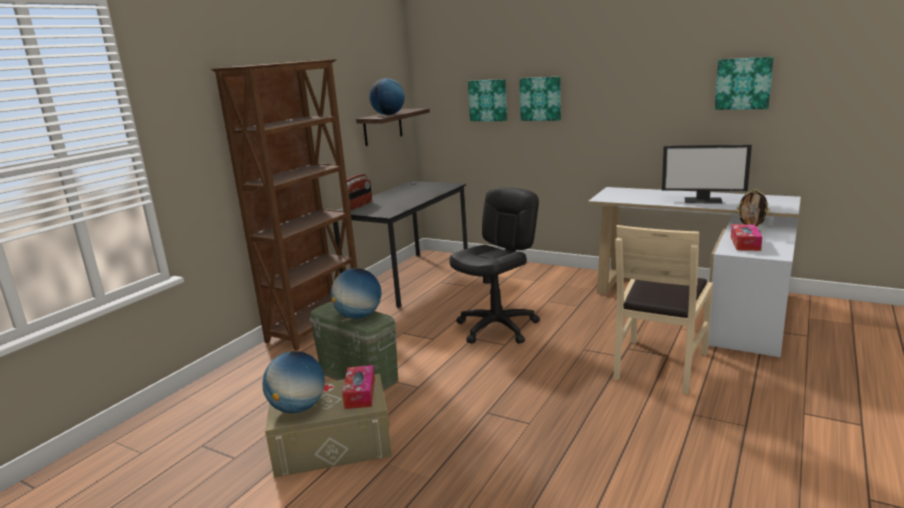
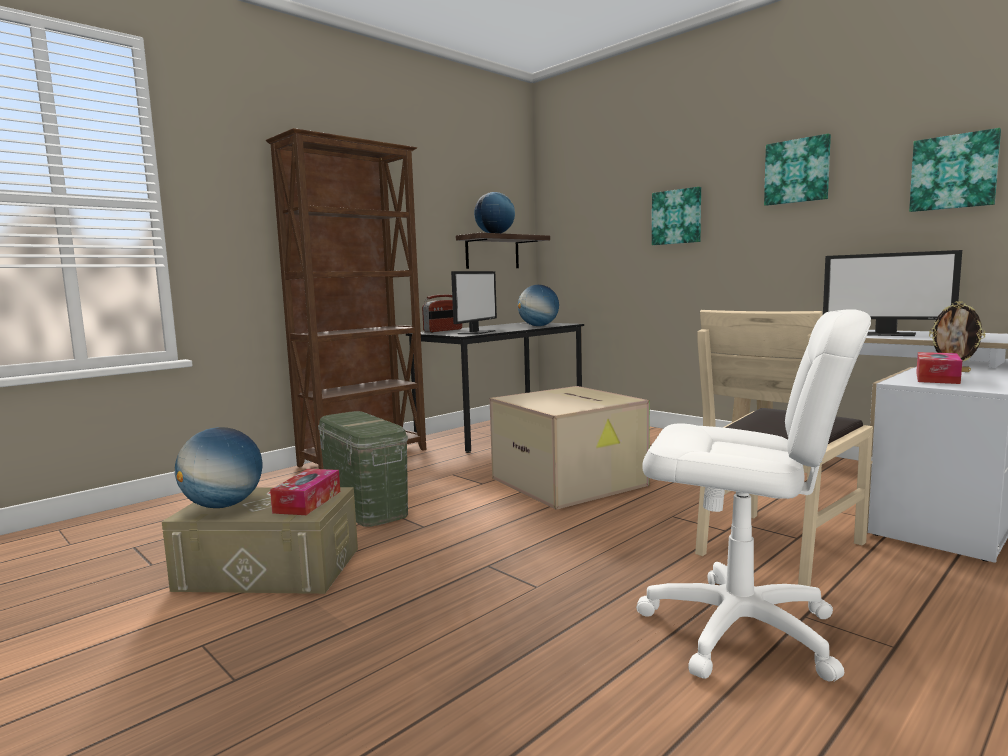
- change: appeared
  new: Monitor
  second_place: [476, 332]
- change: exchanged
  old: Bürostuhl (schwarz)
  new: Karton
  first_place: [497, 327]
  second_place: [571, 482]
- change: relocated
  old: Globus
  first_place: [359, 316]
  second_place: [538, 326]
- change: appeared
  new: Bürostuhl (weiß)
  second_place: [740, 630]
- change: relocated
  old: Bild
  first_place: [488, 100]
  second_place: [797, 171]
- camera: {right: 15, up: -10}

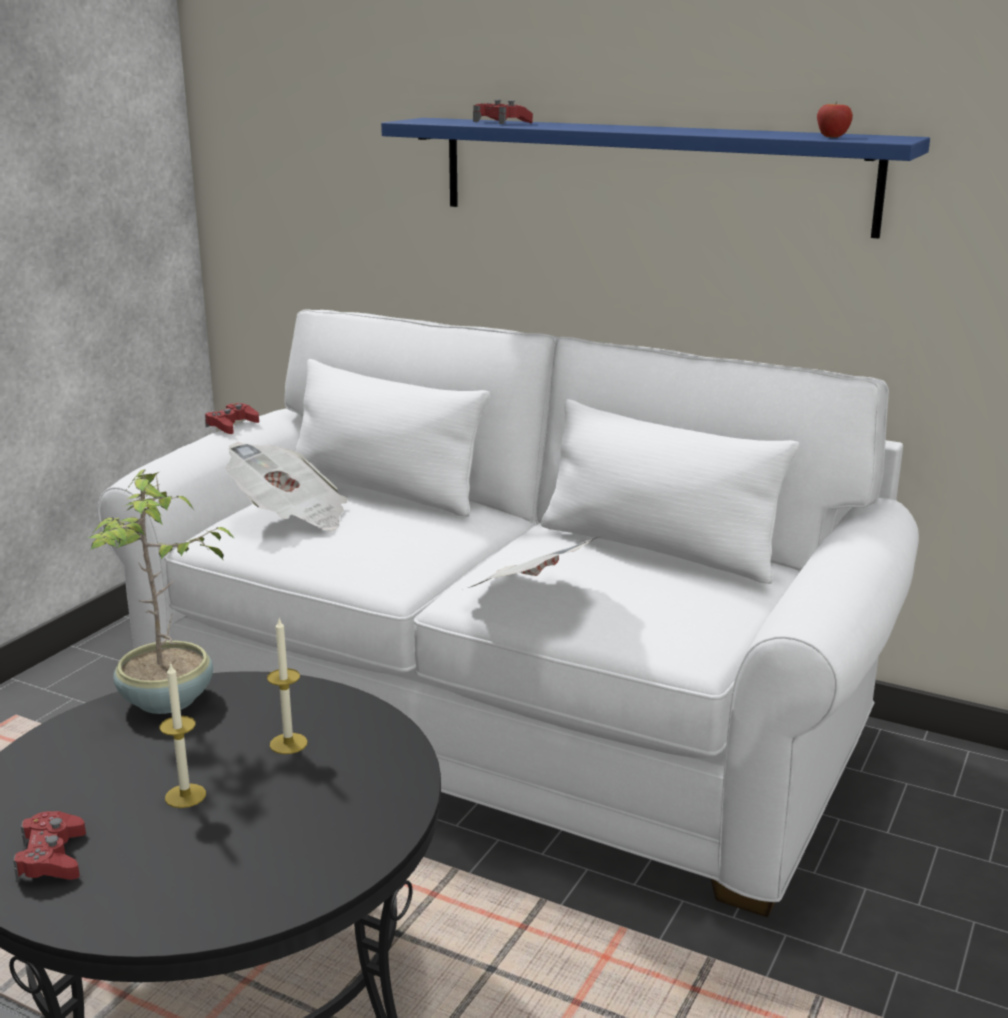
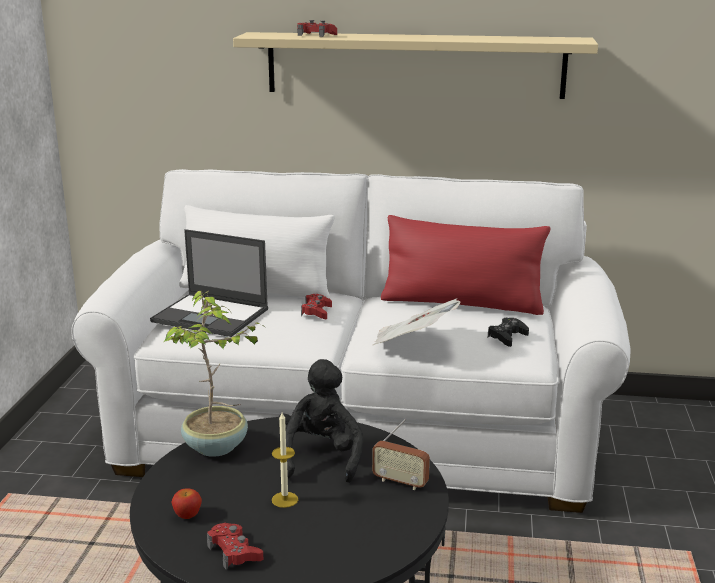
- change: exchanged
  old: Zeitung
  new: Laptop
  first_place: [291, 516]
  second_place: [212, 315]
- change: relocated
  old: Apfel
  first_place: [832, 137]
  second_place: [187, 515]
- change: colour
  old: Wandregal (blau)
  new: Wandregal (beige)
  first_place: [650, 174]
  second_place: [414, 65]
- change: exchanged
  old: Kerze
  new: Plüschtier (schwarz)
  first_place: [288, 743]
  second_place: [320, 457]
- change: relocated
  old: Gamepad (rot)
  first_place: [231, 425]
  second_place: [316, 312]
- change: appeared
  new: Radio
  second_place: [400, 482]
- change: colour
  old: Kissen (weiß)
  new: Kissen (rot)
  first_place: [658, 549]
  second_place: [462, 303]
- change: appeared
  new: Gamepad (schwarz)
  second_place: [507, 337]
- camera: {right: -20, up: 0}

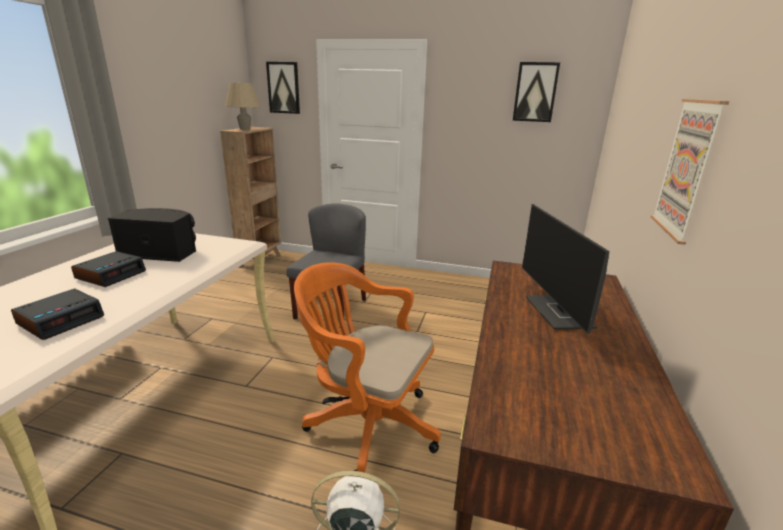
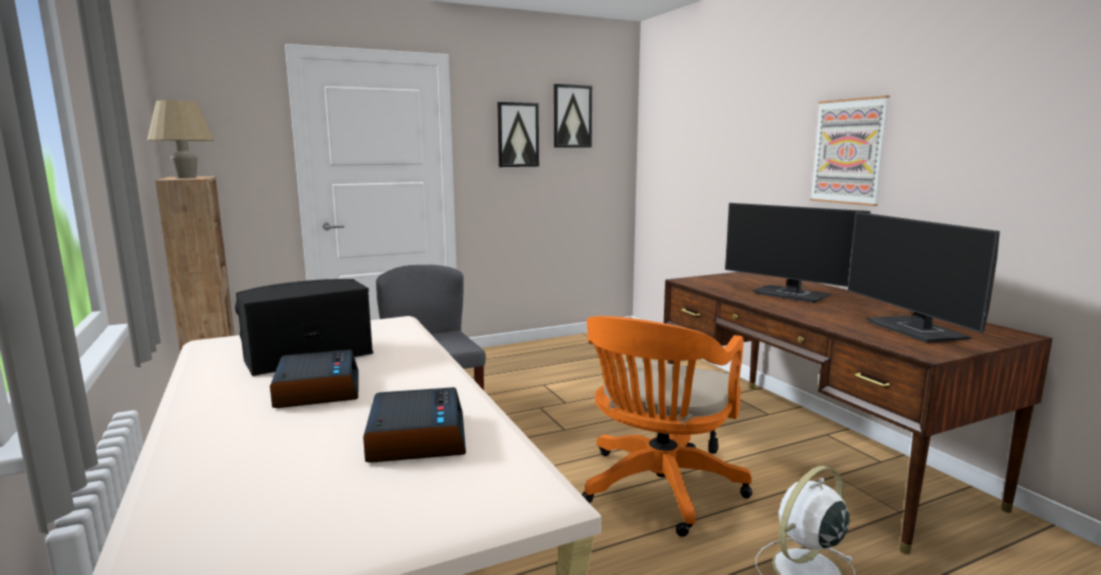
- change: relocated
  old: Bild
  first_place: [283, 88]
  second_place: [517, 135]
- change: spun
  old: Bürostuhl (orange)
  first_place: [366, 423]
  second_place: [658, 490]
  degrees: -45
- change: appeared
  new: Monitor
  second_place: [917, 330]
- camera: {right: -40, up: -10}

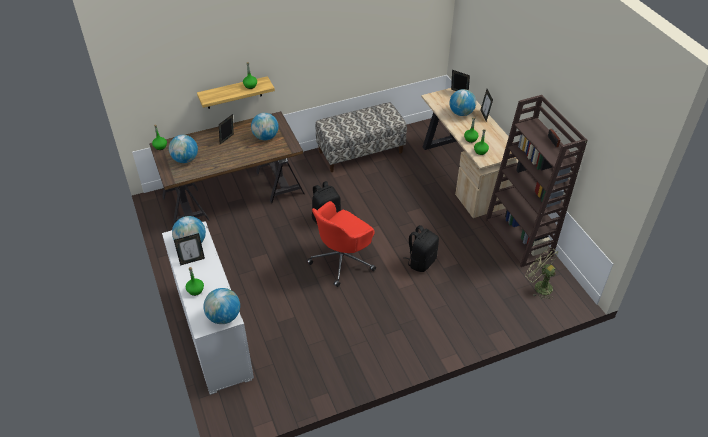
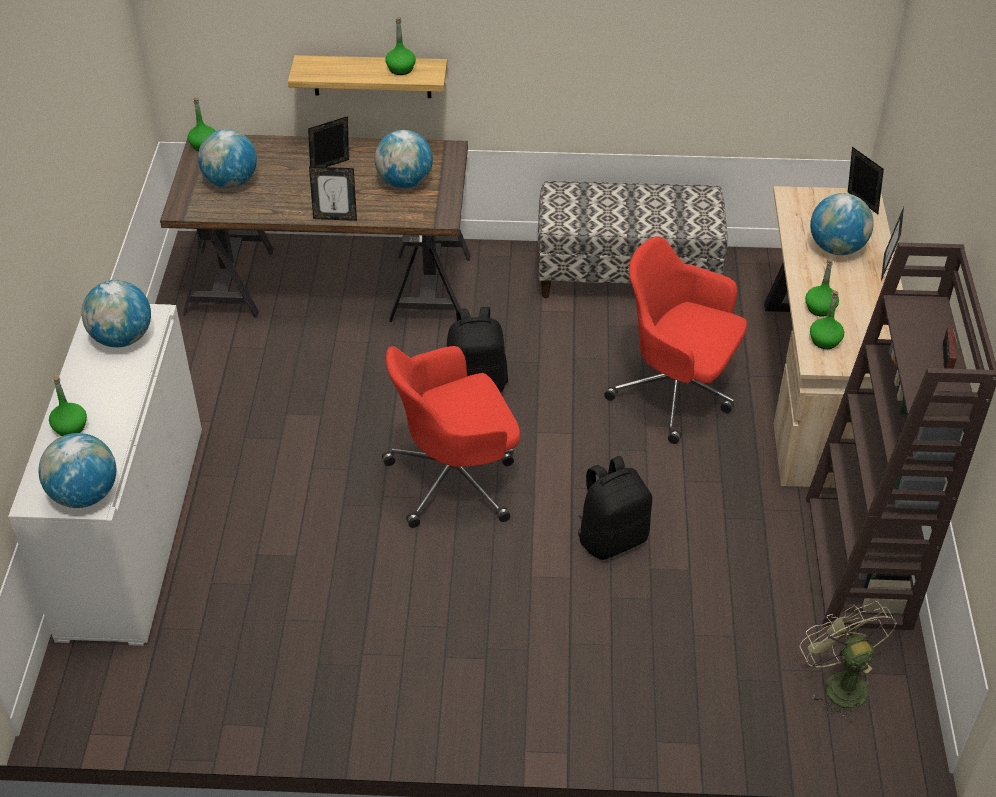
- change: relocated
  old: Bilderrahmen
  first_place: [192, 260]
  second_place: [335, 217]
- change: appeared
  new: Bürostuhl (rot)
  second_place: [676, 393]
- camera: {right: 25, up: 0}

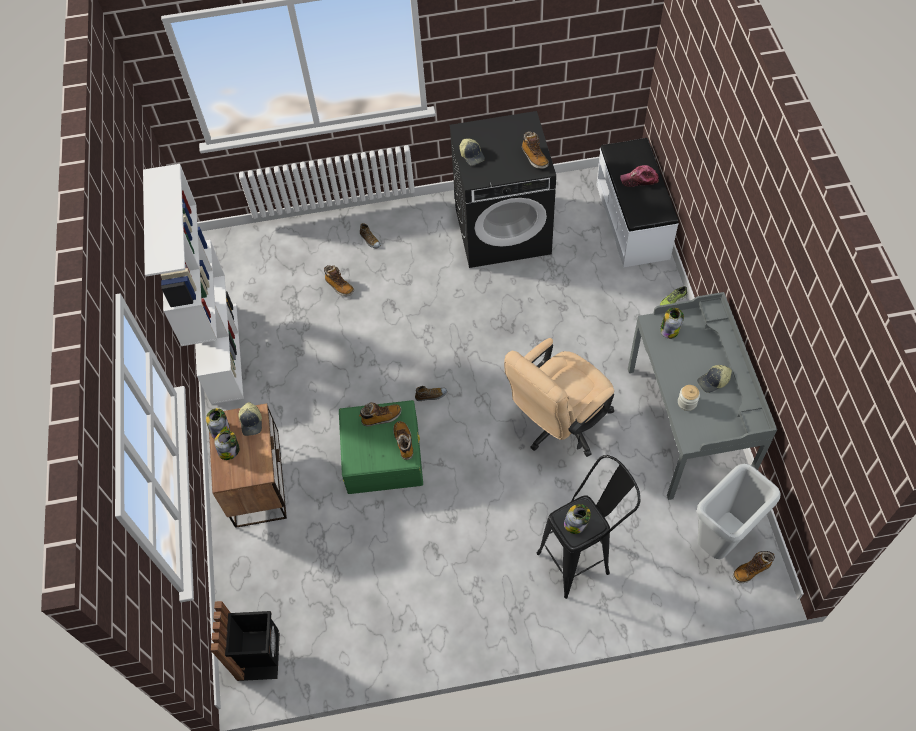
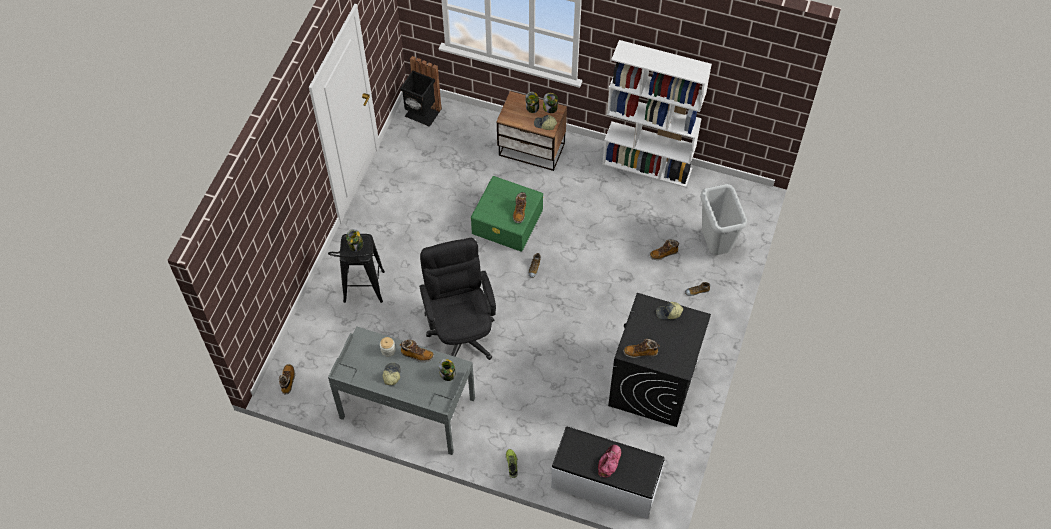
- change: relocated
  old: Stiefel
  first_place: [404, 442]
  second_place: [417, 355]
- change: colour
  old: Bürostuhl (beige)
  new: Bürostuhl (schwarz)
  first_place: [558, 425]
  second_place: [461, 330]
- change: relocated
  old: Mülleimer (grau)
  first_place: [719, 540]
  second_place: [715, 246]
- camera: {right: 115, up: 0}

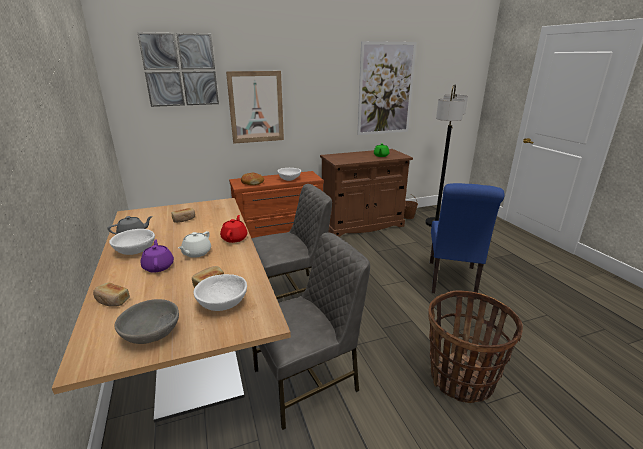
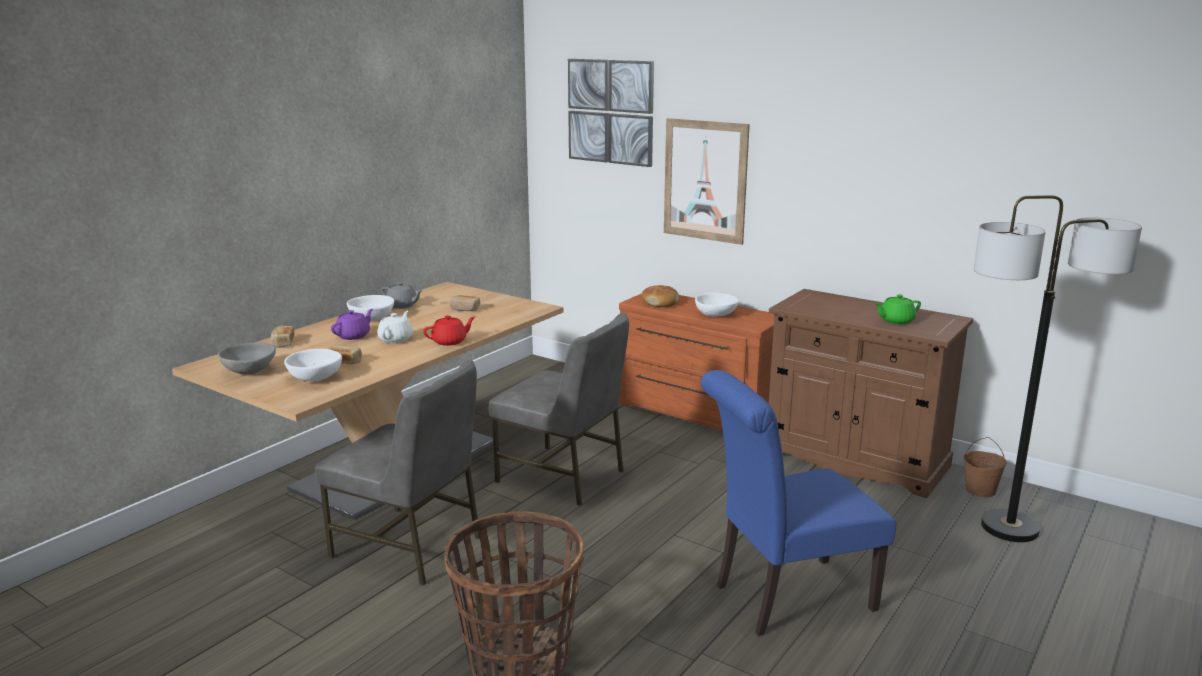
- change: spun
  old: Teekanne (weiß)
  first_place: [196, 253]
  second_place: [396, 339]
  degrees: 120
- change: missing
  old: Bild
  first_place: [385, 89]
- camera: {right: 55, up: -5}

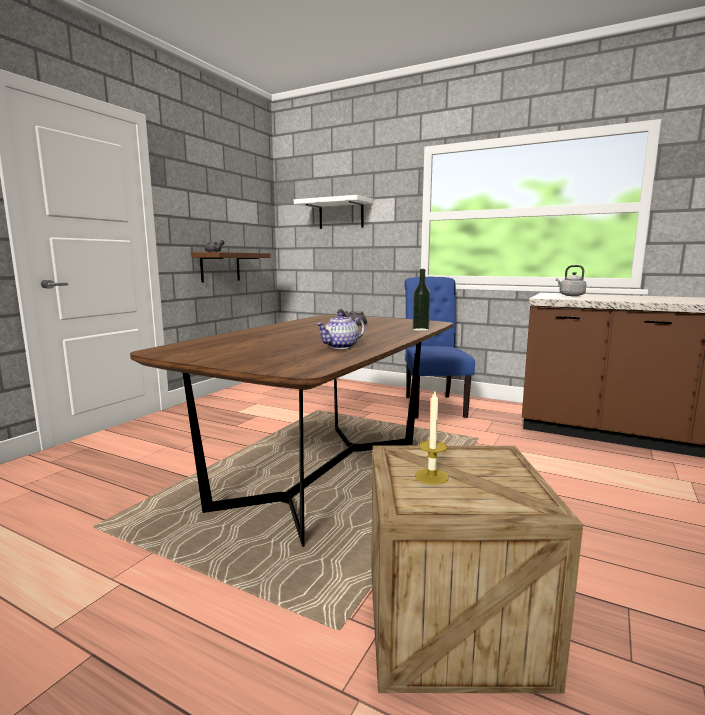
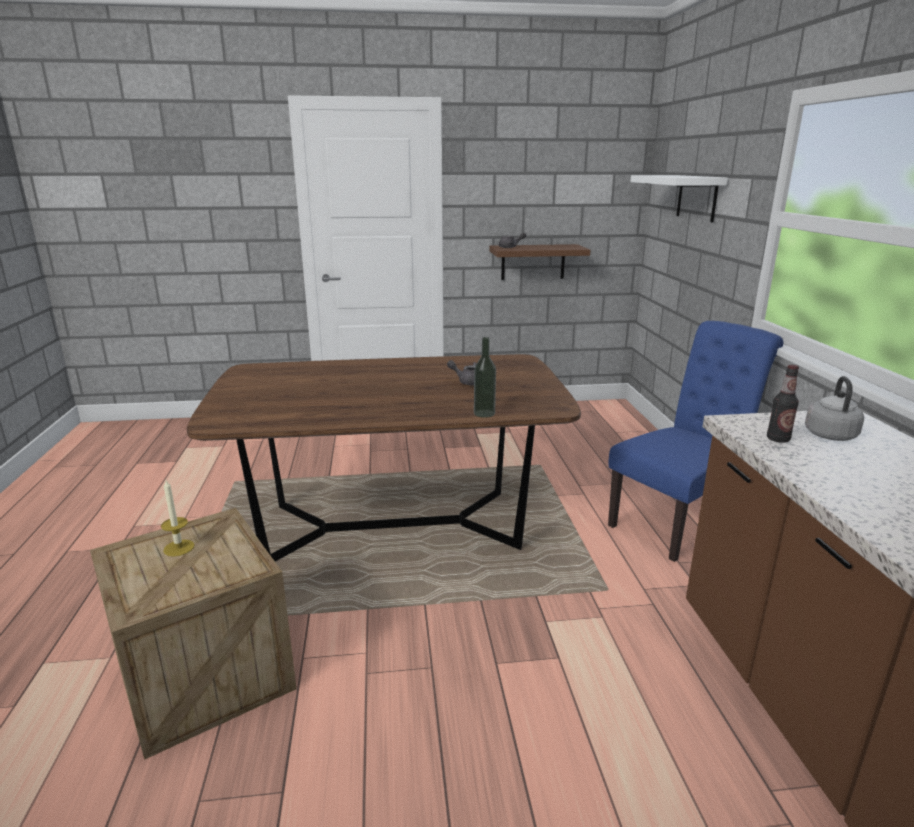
- change: appeared
  new: Flasche
  second_place: [778, 439]
- change: missing
  old: Teekanne
  first_place: [341, 346]
- camera: {right: 55, up: 10}

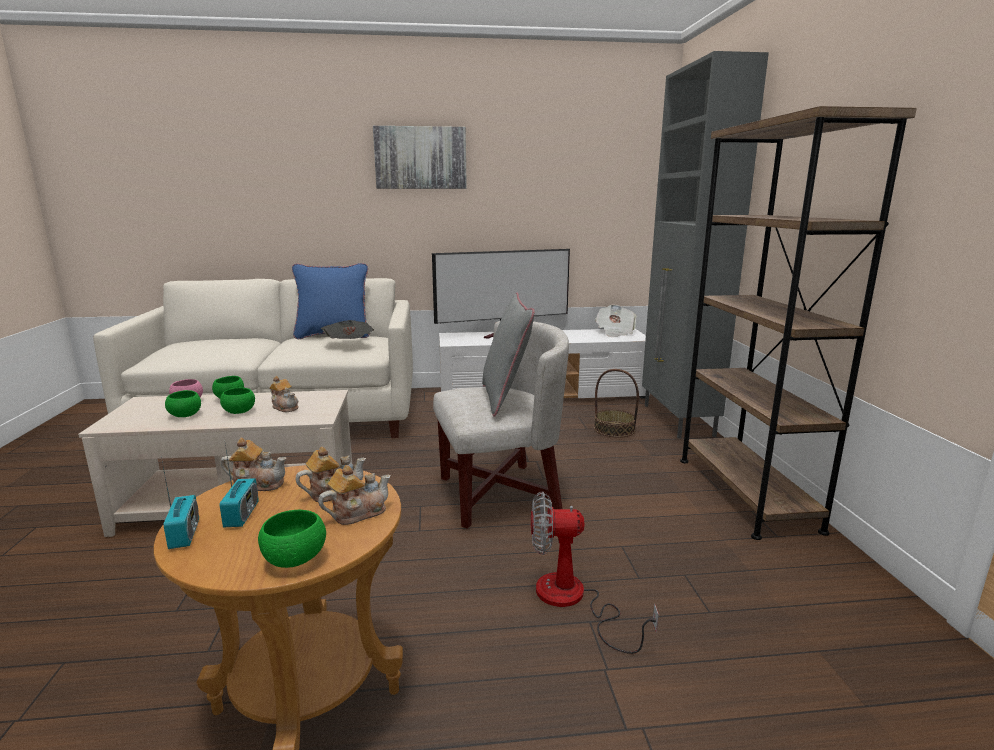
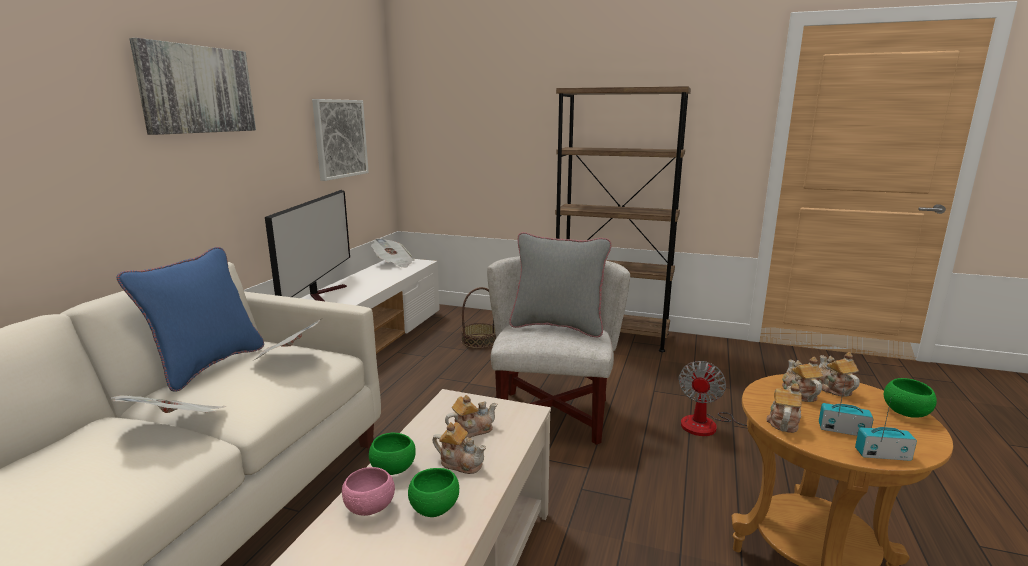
- change: appeared
  new: Zeitung
  second_place: [176, 426]
- change: appeared
  new: Bild
  second_place: [340, 138]
- change: exchanged
  old: Schüssel (grün)
  new: Teekanne
  first_place: [239, 412]
  second_place: [460, 463]
- change: missing
  old: Schrank (grau)
  first_place: [677, 420]
- camera: {right: -65, up: 0}

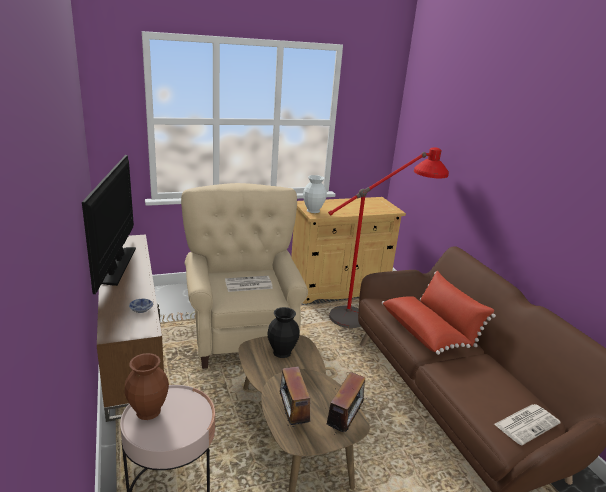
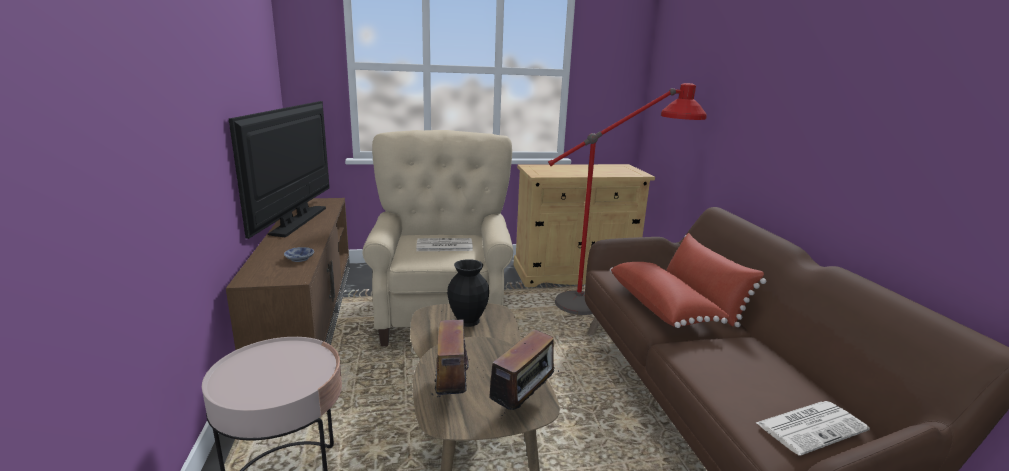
- change: missing
  old: Vase (braun)
  first_place: [148, 412]
- change: missing
  old: Vase (weiß)
  first_place: [312, 210]
- camera: {right: 10, up: -5}

